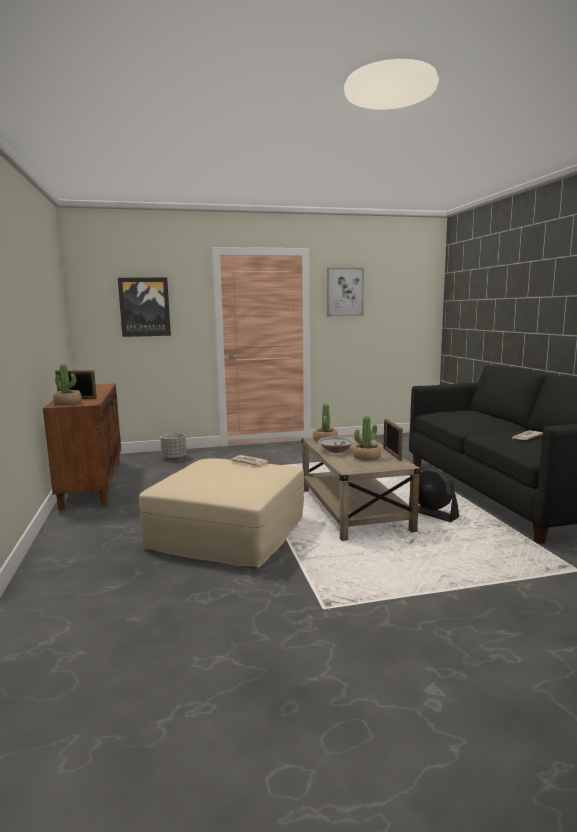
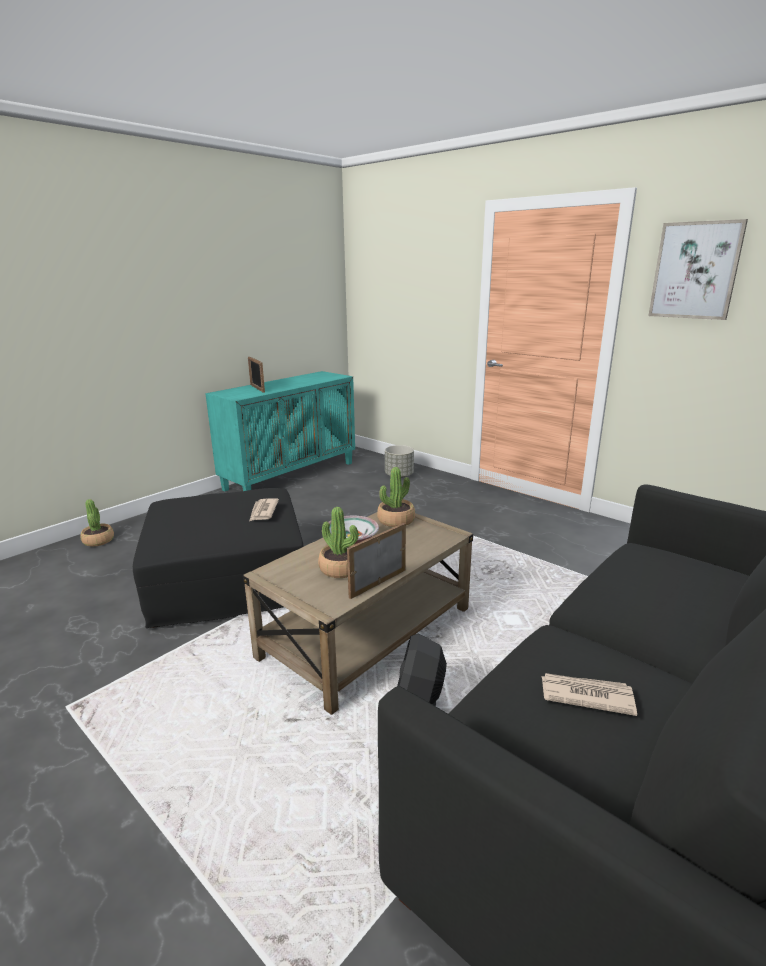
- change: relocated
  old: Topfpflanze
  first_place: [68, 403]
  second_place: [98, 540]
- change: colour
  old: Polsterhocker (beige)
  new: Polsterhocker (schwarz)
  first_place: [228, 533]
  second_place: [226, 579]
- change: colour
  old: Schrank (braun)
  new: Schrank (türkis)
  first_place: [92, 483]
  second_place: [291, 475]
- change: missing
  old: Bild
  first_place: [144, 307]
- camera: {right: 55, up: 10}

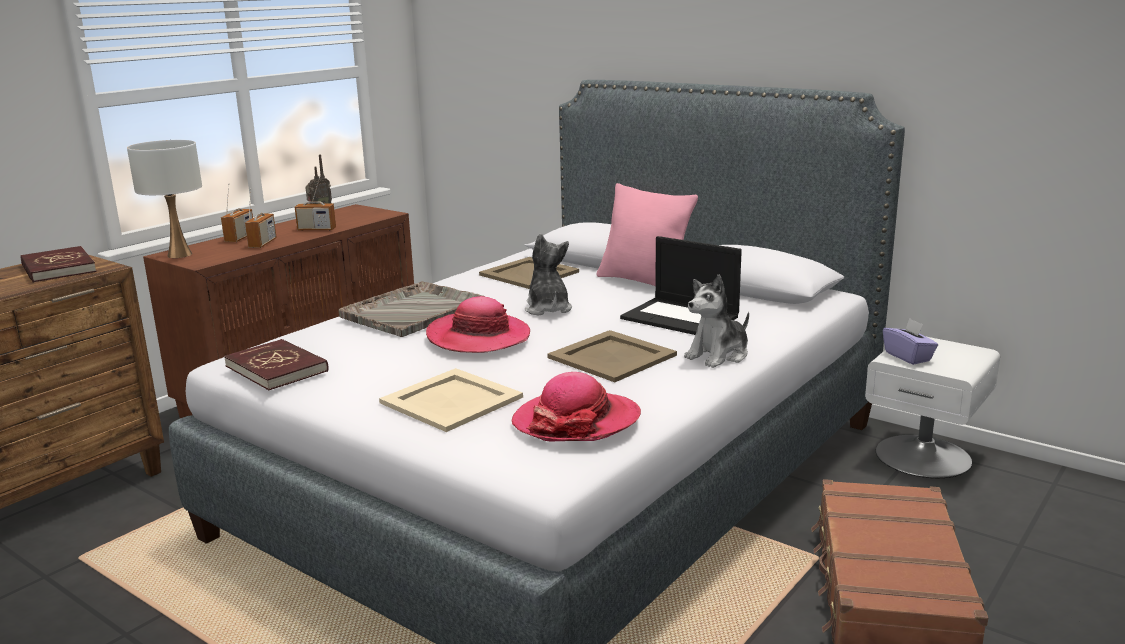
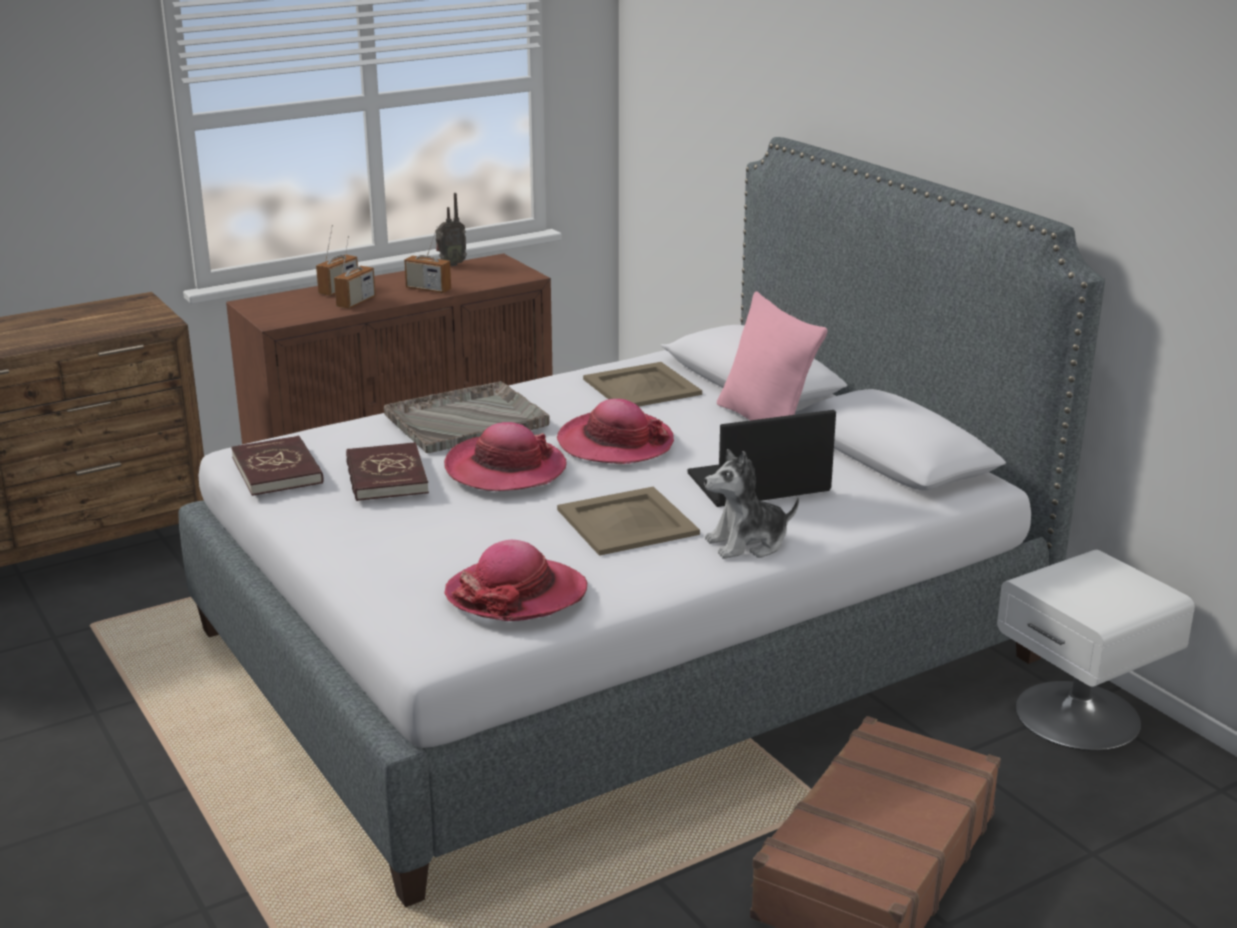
- change: relocated
  old: Buch (rot)
  first_place: [58, 268]
  second_place: [386, 476]
- change: exchanged
  old: Plüschtier
  new: Hut
  first_place: [547, 309]
  second_place: [615, 443]
- change: spun
  old: Laptop
  first_place: [681, 317]
  second_place: [757, 483]
  degrees: 105
- change: missing
  old: Tischlampe (weiß)
  first_place: [179, 255]
- change: missing
  old: Tablett (beige)
  first_place: [450, 400]
- change: missing
  old: Taschentuchbox (lila)
  first_place: [908, 357]
- camera: {right: 20, up: 5}

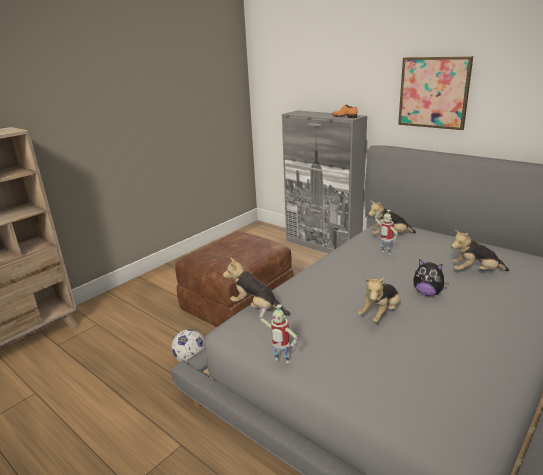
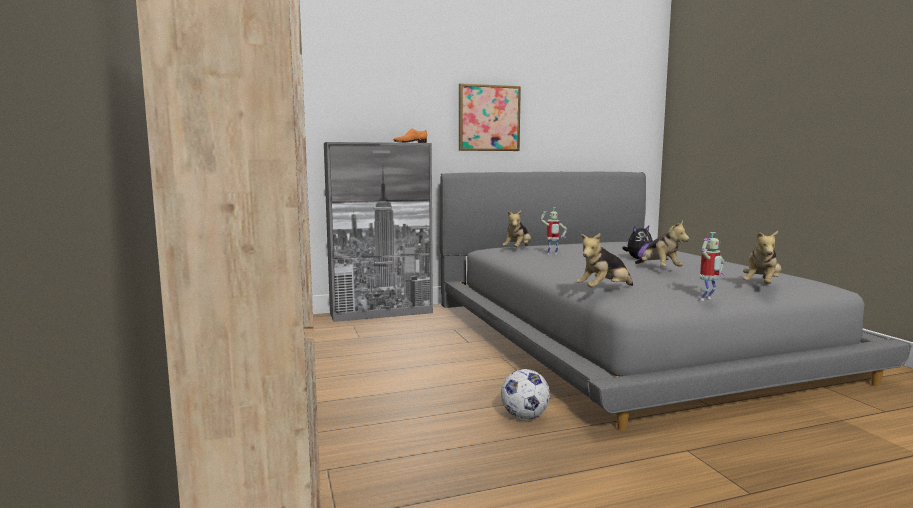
- change: relocated
  old: Plüschtier
  first_place: [475, 272]
  second_place: [761, 285]
- change: missing
  old: Polsterhocker (braun)
  first_place: [238, 303]
- camera: {right: -60, up: -15}

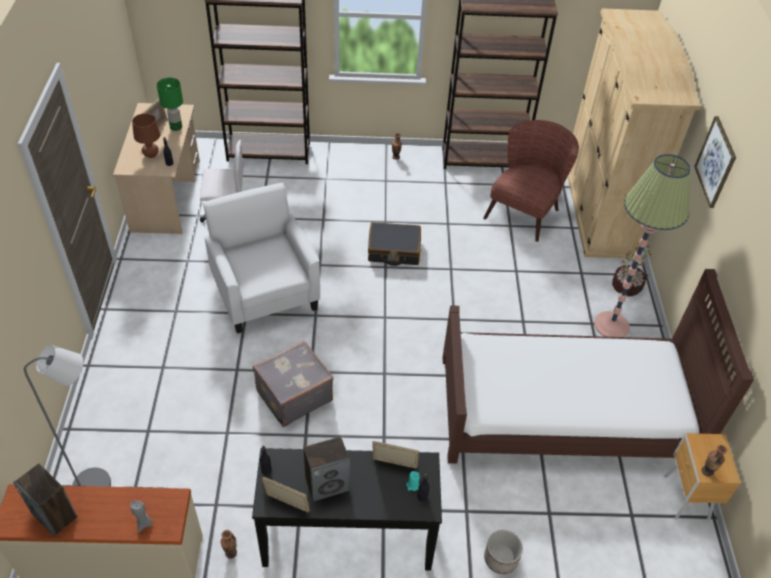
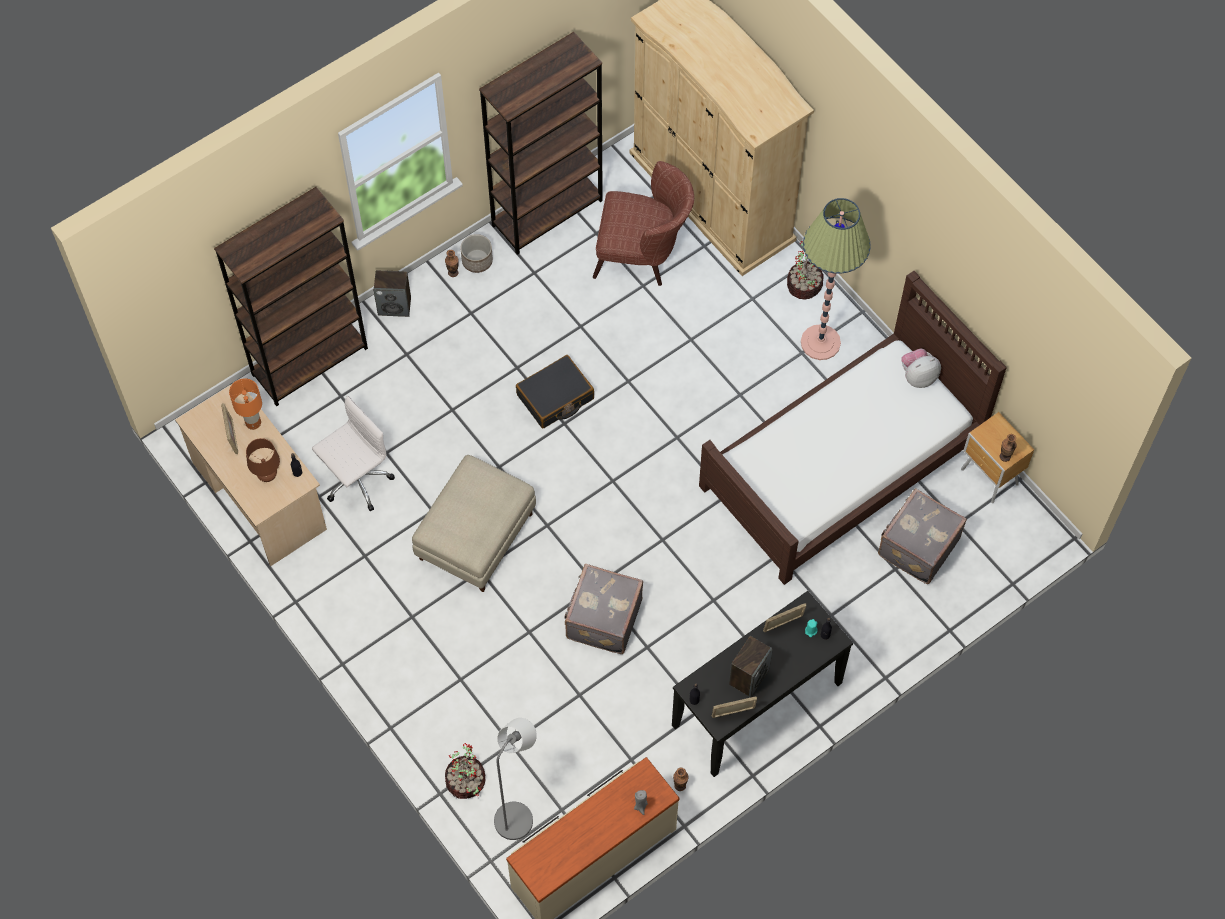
- change: colour
  old: Tischlampe (grün)
  new: Tischlampe (orange)
  first_place: [176, 127]
  second_place: [253, 422]
- change: relocated
  old: Lautsprecher
  first_place: [55, 515]
  second_place: [395, 306]
- change: exchanged
  old: Sessel (weiß)
  new: Polsterhocker (beige)
  first_place: [264, 292]
  second_place: [476, 535]
- change: appeared
  new: Topfpflanze
  second_place: [466, 782]
- change: relocated
  old: Pflanzkübel
  first_place: [501, 559]
  second_place: [477, 261]
- change: spun
  old: Sessel (braun)
  first_place: [525, 210]
  second_place: [643, 253]
  degrees: 105
- change: appeared
  new: Koffer (grau)
  second_place: [917, 546]
- change: appeared
  new: Plüschtier
  second_place: [918, 376]
- change: missing
  old: Bild
  first_place: [716, 162]
- camera: {right: -35, up: 15}

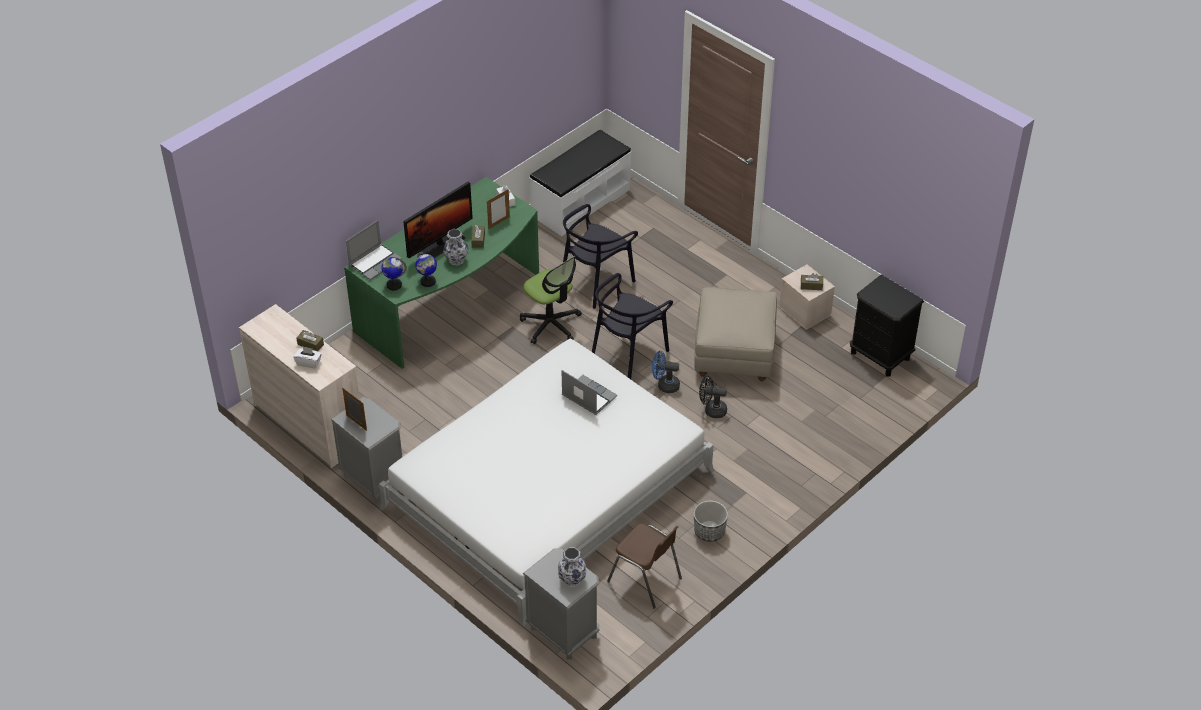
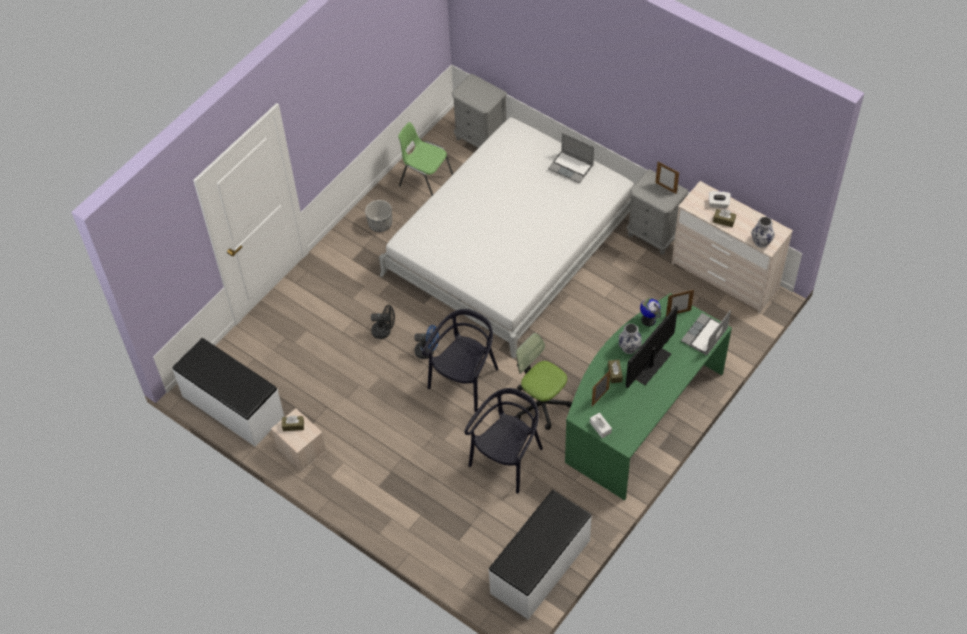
- change: exchanged
  old: Nachttisch (schwarz)
  new: Bank (weiß)
  first_place: [880, 355]
  second_place: [232, 406]
- change: colour
  old: Stuhl (braun)
  new: Stuhl (grün)
  first_place: [645, 580]
  second_place: [426, 181]
- change: relocated
  old: Laptop
  first_place: [588, 396]
  second_place: [571, 167]
- change: exchanged
  old: Globus
  new: Bilderrahmen
  first_place: [394, 285]
  second_place: [678, 313]
- change: relocated
  old: Vase
  first_place: [572, 579]
  second_place: [761, 242]
- change: missing
  old: Polsterhocker (beige)
  first_place: [734, 355]
- camera: {right: 175, up: 10}

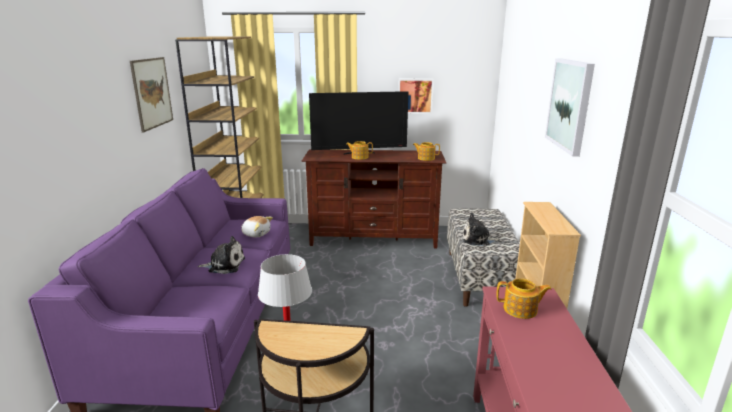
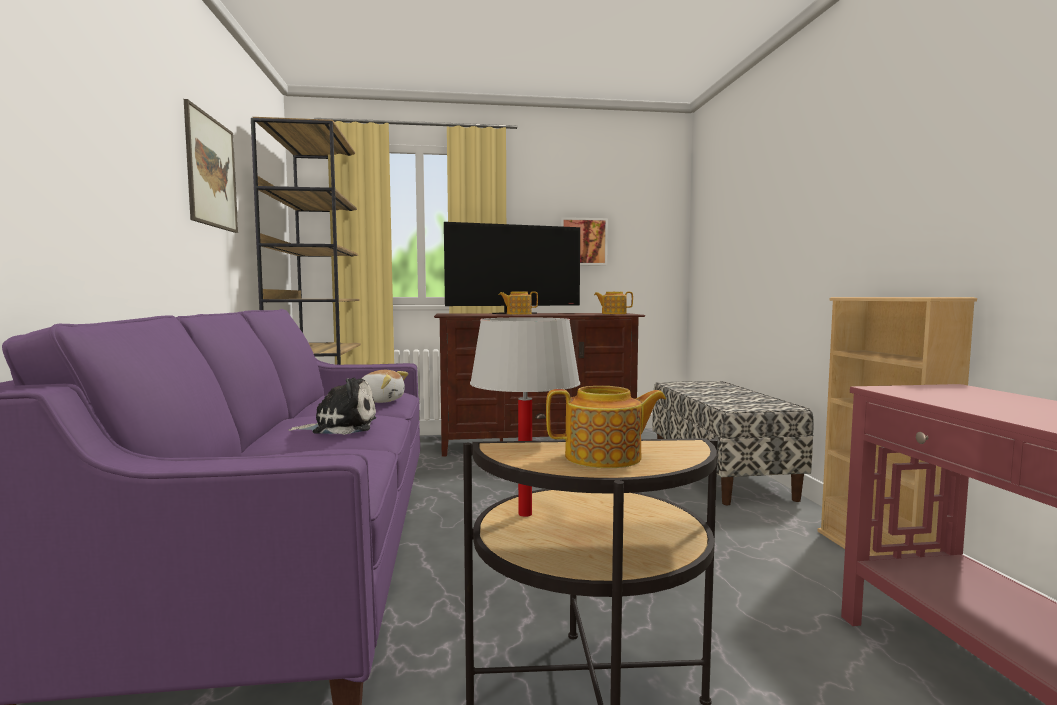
- change: relocated
  old: Teekanne
  first_place: [521, 310]
  second_place: [605, 457]
- change: missing
  old: Plüschtier
  first_place: [477, 240]
- change: missing
  old: Bild
  first_place: [570, 105]
- camera: {right: -10, up: -15}

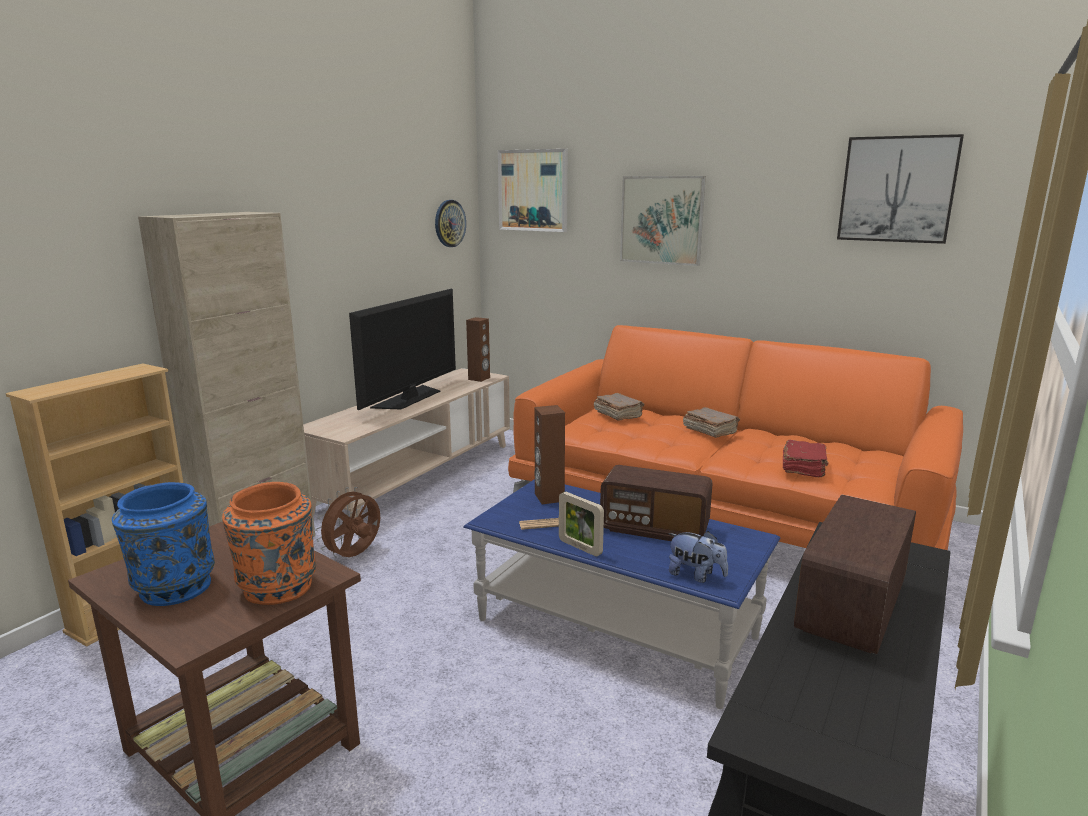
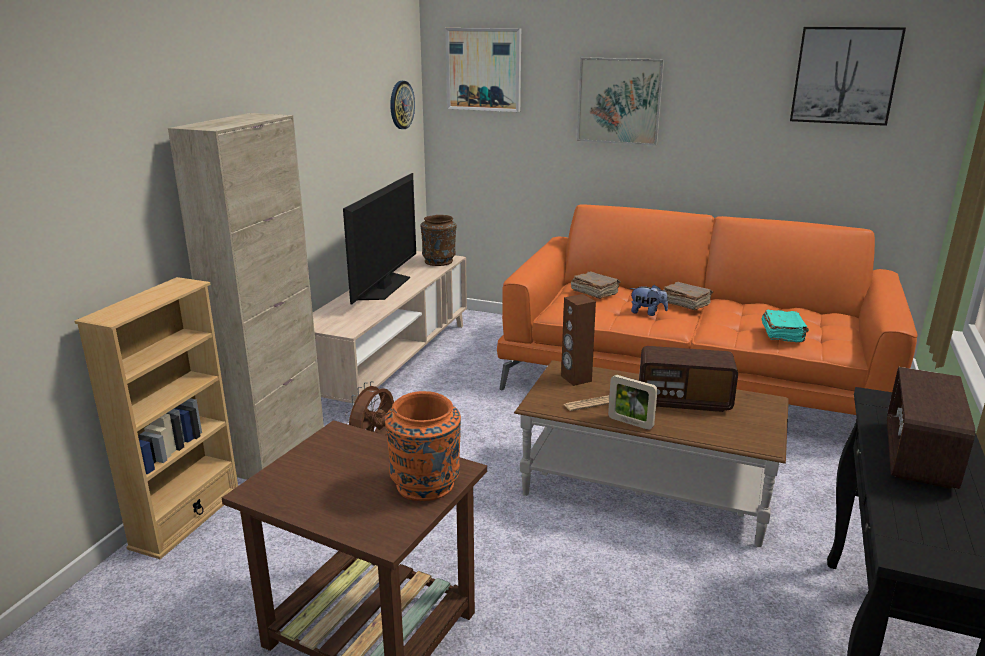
- change: exchanged
  old: Lautsprecher (braun)
  new: Vase (braun)
  first_place: [479, 378]
  second_place: [439, 261]
- change: colour
  old: Couchtisch (blau)
  new: Couchtisch (braun)
  first_place: [616, 628]
  second_place: [646, 489]
- change: relocated
  old: Plüschtier
  first_place: [696, 575]
  second_place: [647, 313]
- change: colour
  old: Buch (rot)
  new: Buch (türkis)
  first_place: [804, 468]
  second_place: [782, 334]
- change: missing
  old: Vase (blau)
  first_place: [174, 588]
- camera: {right: -10, up: 5}

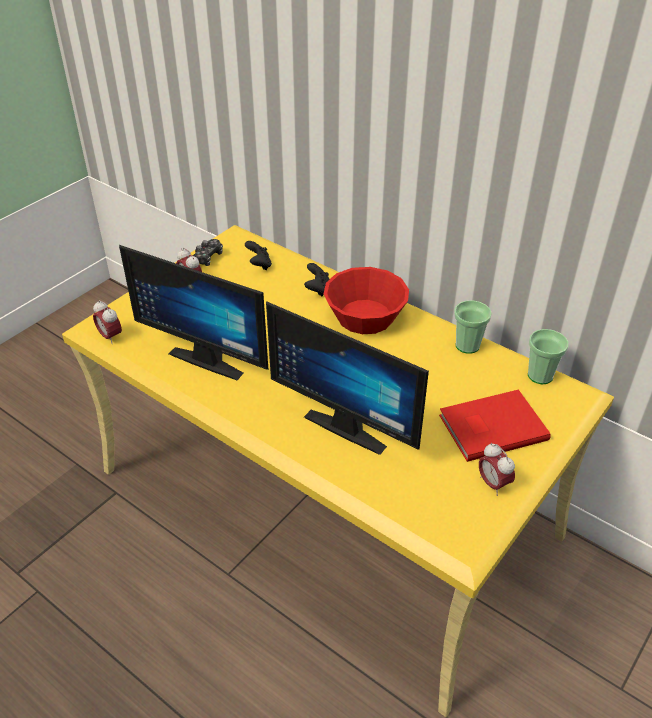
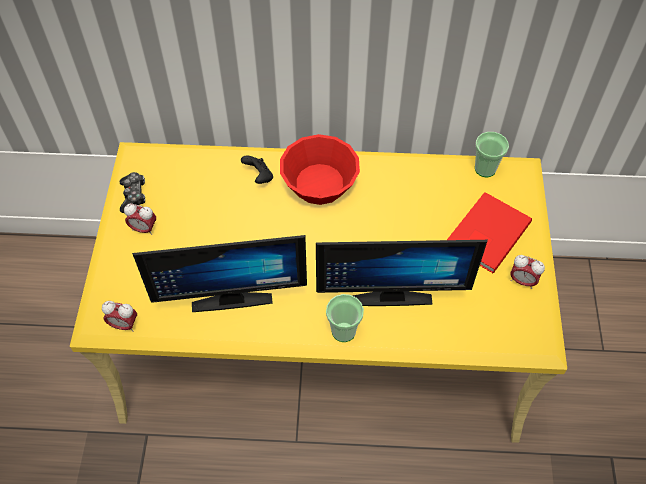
- change: relocated
  old: Tasse
  first_place: [467, 345]
  second_place: [343, 331]
- change: missing
  old: Gamepad (schwarz)
  first_place: [259, 265]
- camera: {right: -35, up: 15}

